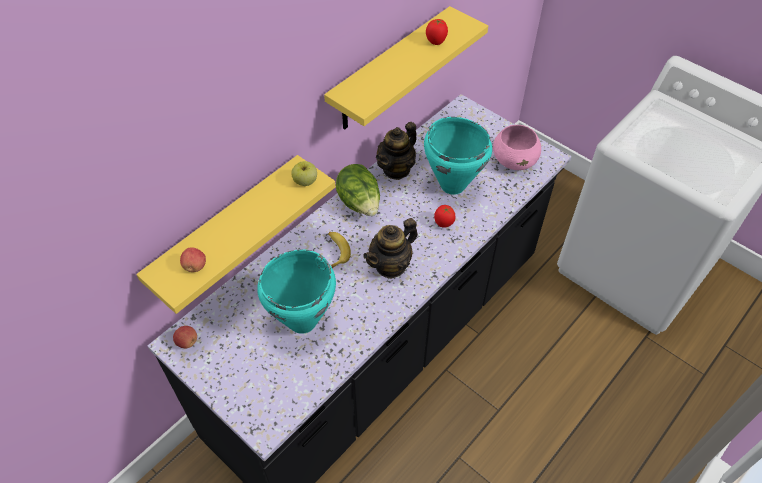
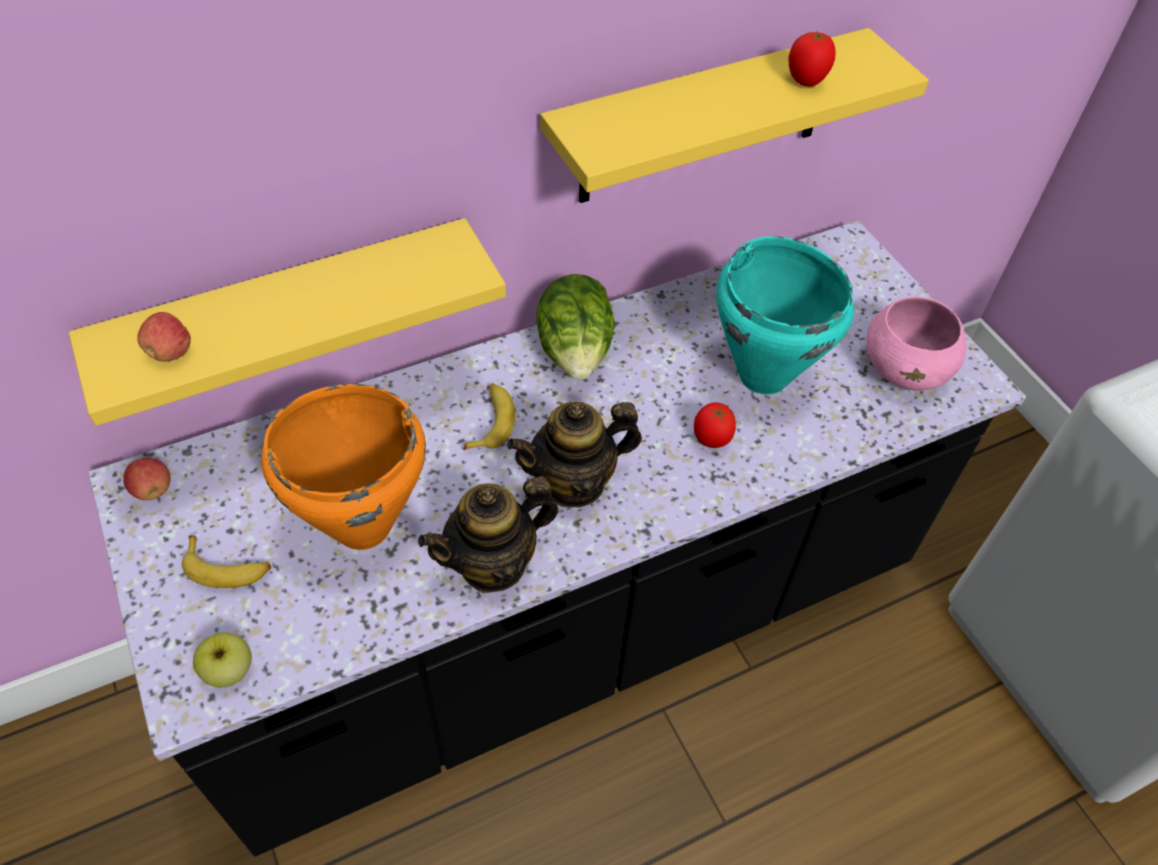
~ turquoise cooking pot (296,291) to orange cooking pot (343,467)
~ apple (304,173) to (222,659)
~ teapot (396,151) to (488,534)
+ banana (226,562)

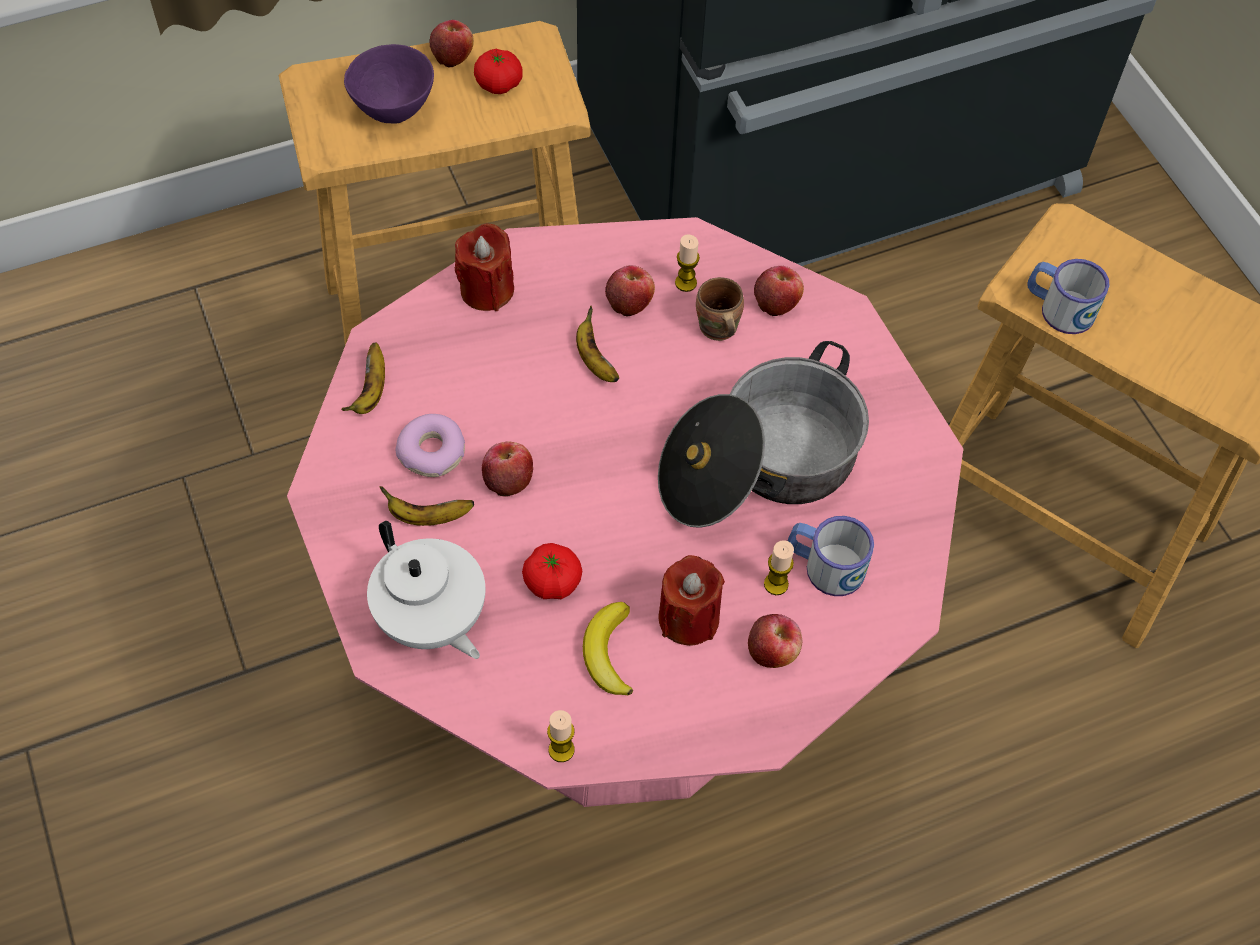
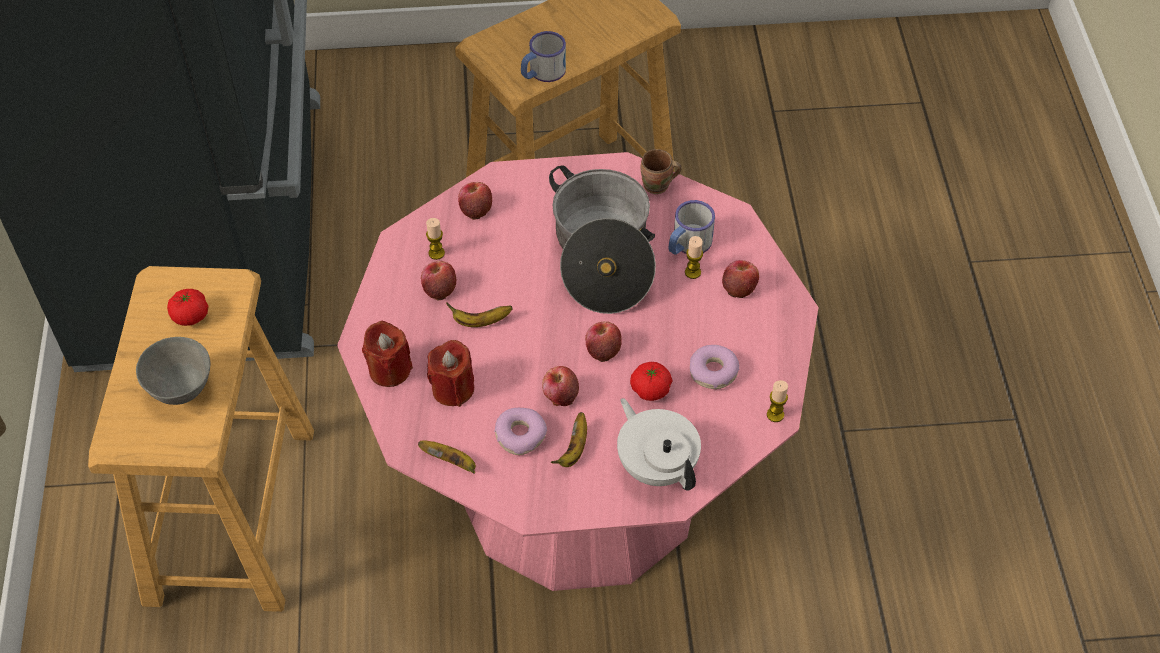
~ purple bowl (389,83) to grey bowl (173,371)
~ white teapot (426,590) = (659,444) 105 degrees counterclockwise
~ apple (451,43) to (603,341)
~ banana (608,649) to donut (714,367)
~ red candle (691,600) to (450,373)
~ brown mug (720,309) to (660,171)

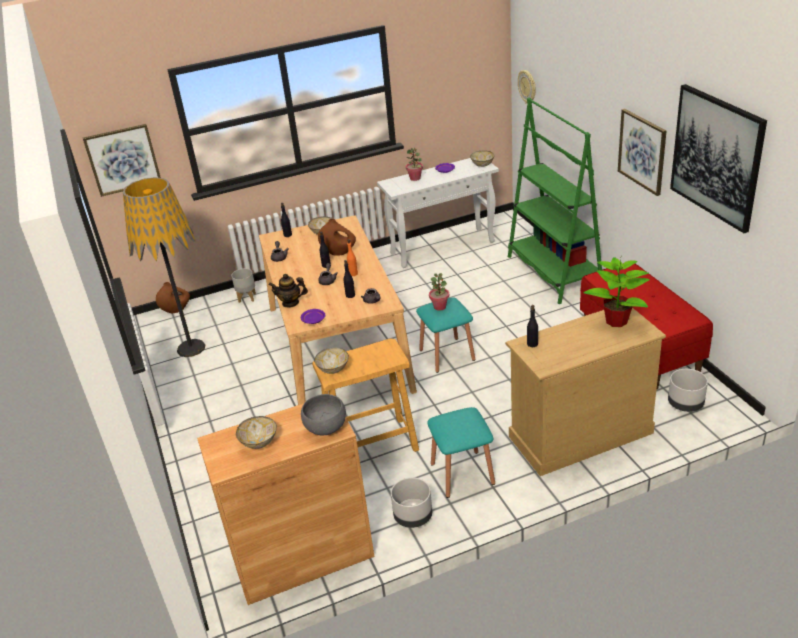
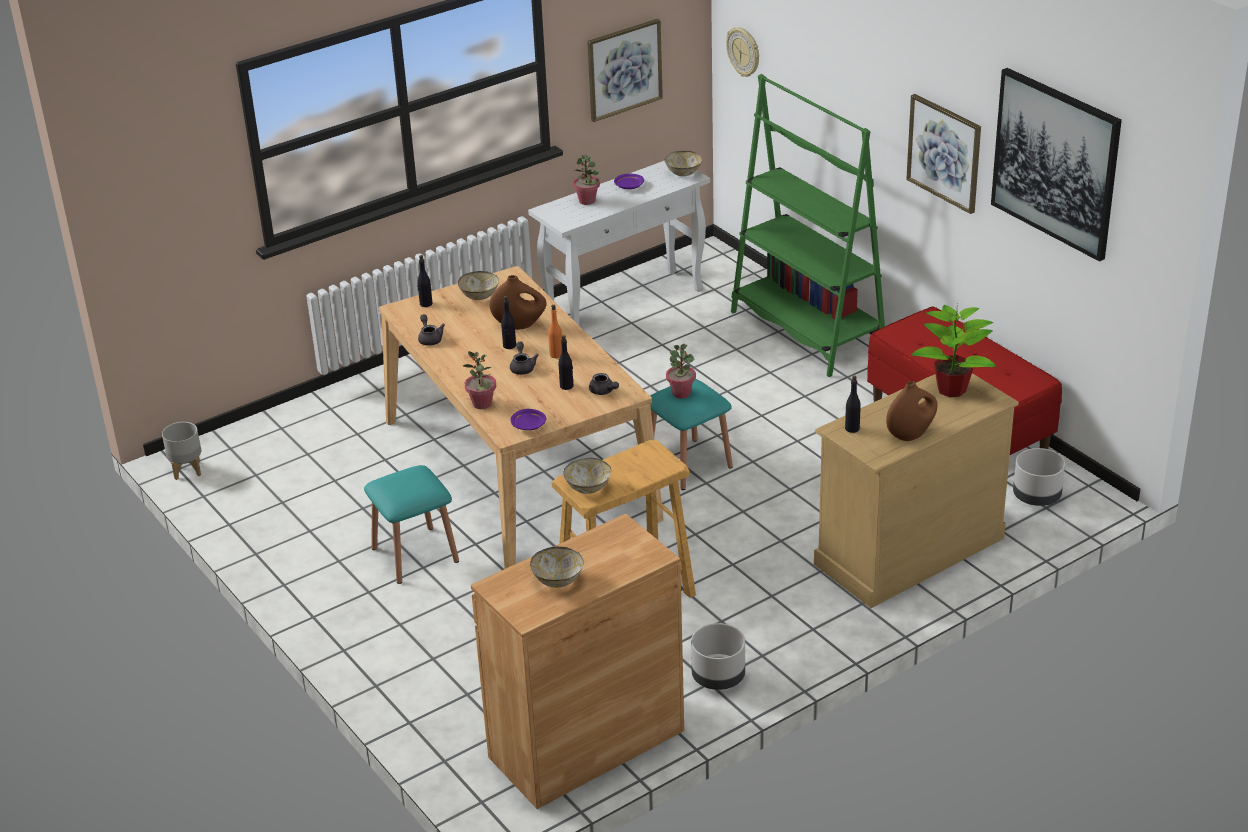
~ picture (122,160) to (625,70)
- floor lamp (164,267)
~ brown vase (173,297) to (912,411)
~ grey planter (243,285) to (181,451)
~ teapot (288,291) to potted plant (479,380)
- grey bowl (323,414)
~ turquoise stool (461,452) to (411,524)

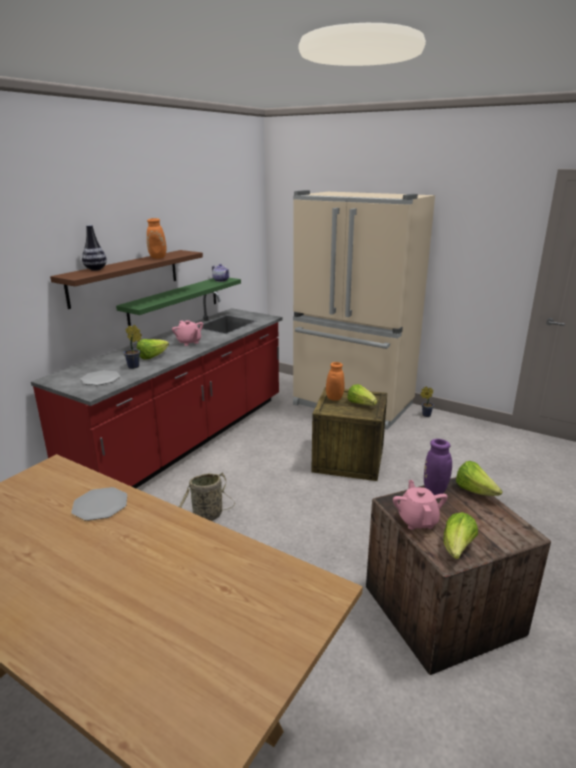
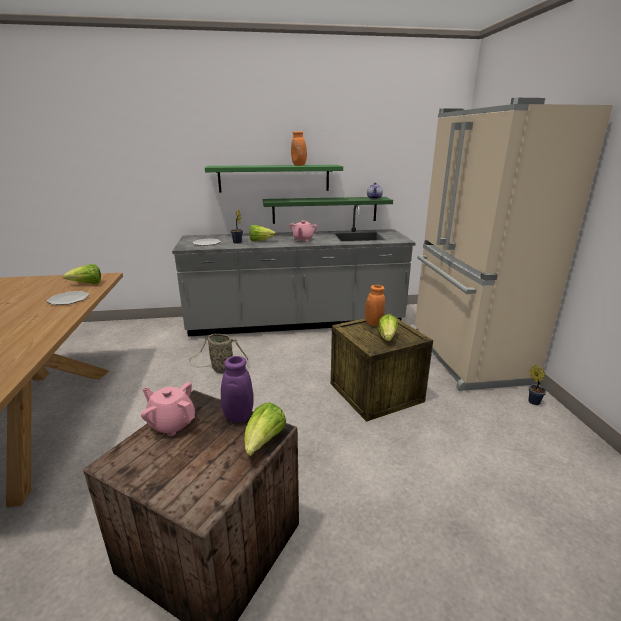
~ red counter (156,389) to grey counter (294,271)
~ brown shelf (126,279) to green shelf (274,179)
- vase (94,248)
~ pink teapot (420,505) = (168,409) 105 degrees counterclockwise
~ lettuce (460,535) to (82,274)

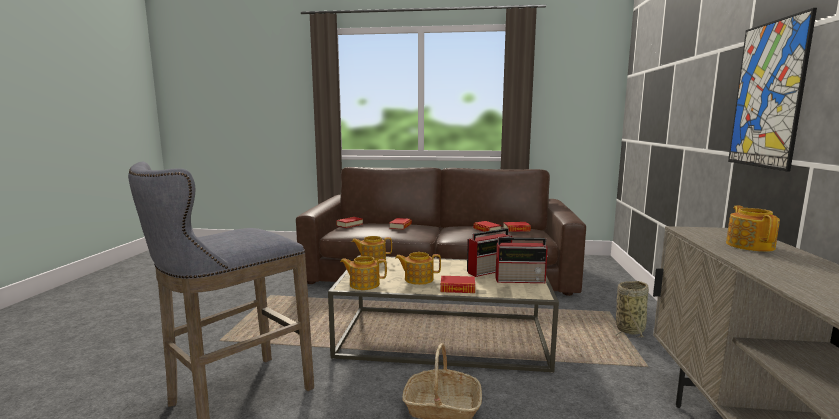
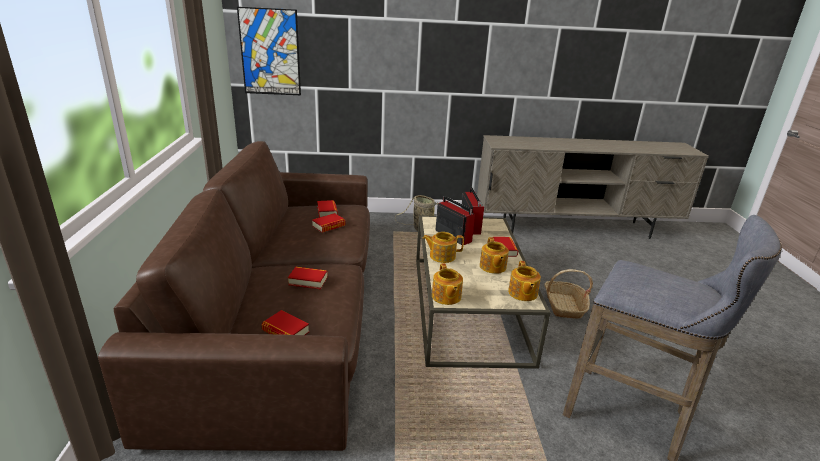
~ teapot (753,229) to (443,247)
~ picture (772,89) to (269,51)

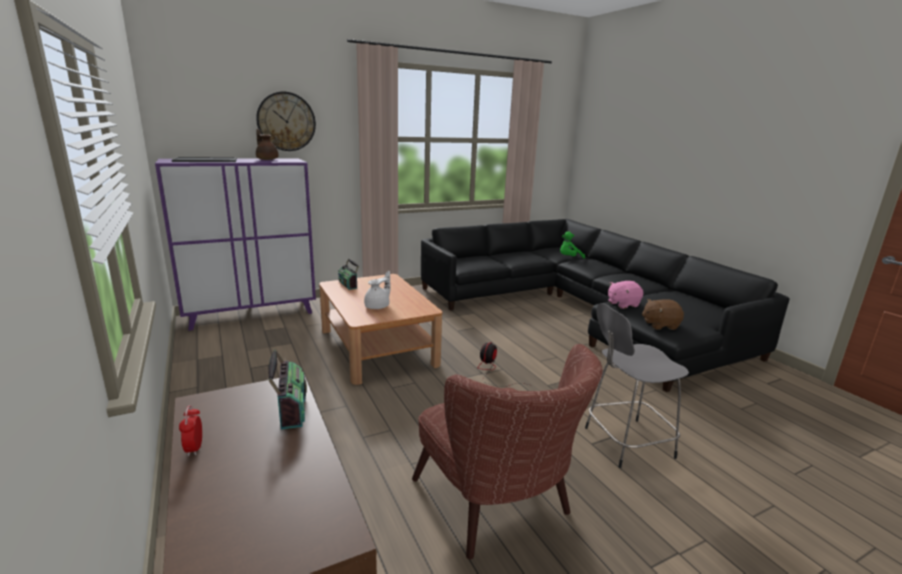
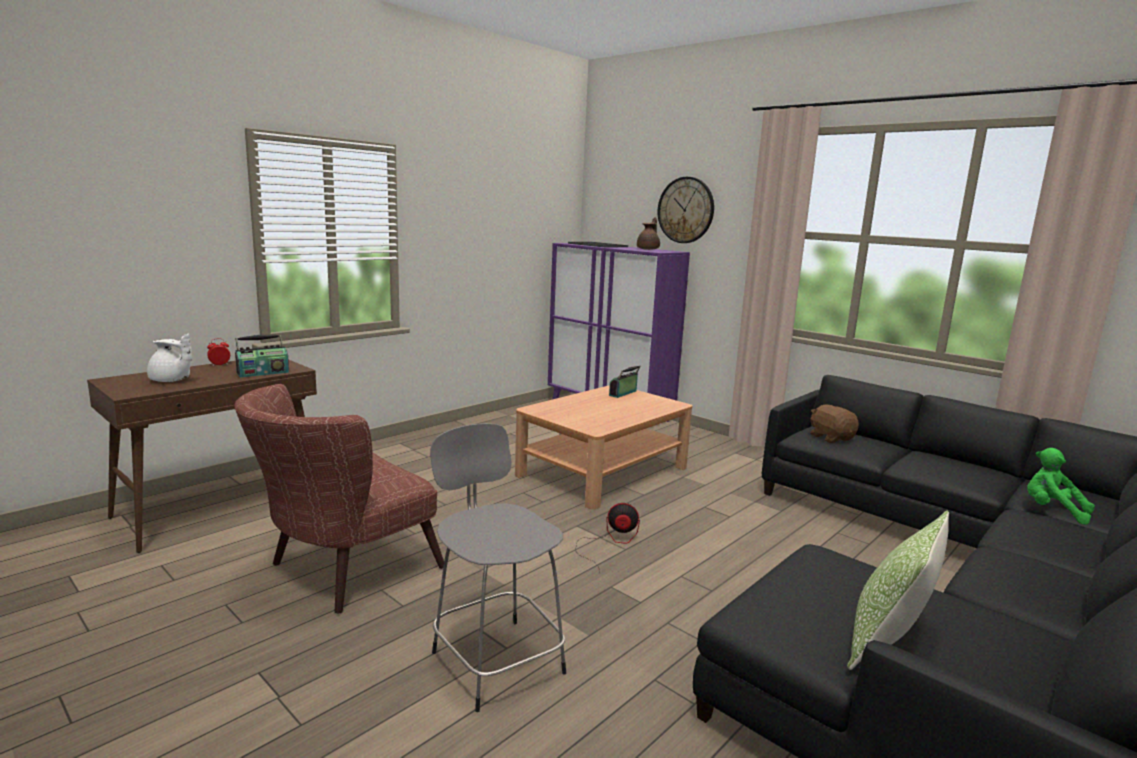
~ white teapot (377,290) to (169,358)
- pink plush toy (625,295)
~ brown plush toy (663,314) to (834,423)
+ pillow (898,590)

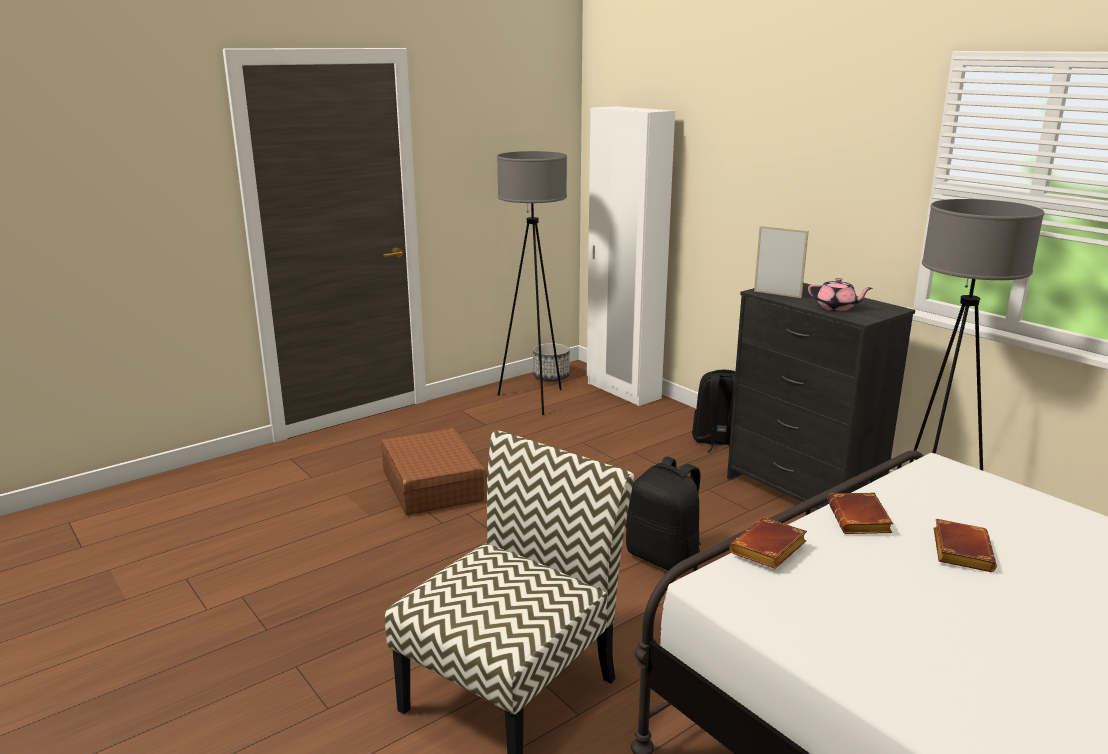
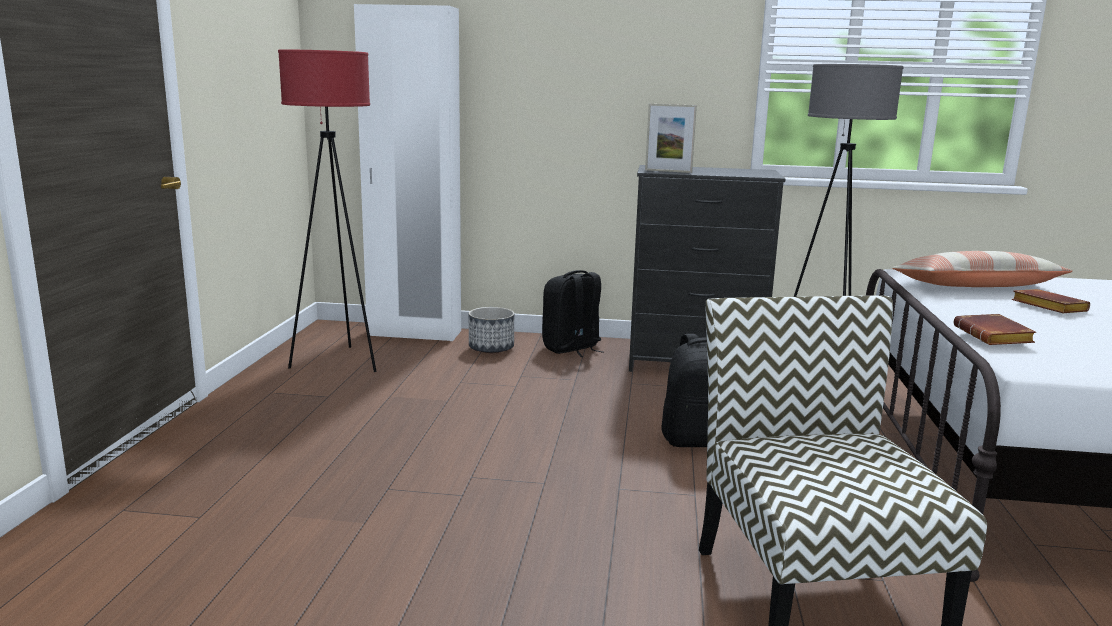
- brown suitcase (433,471)
~ grey floor lamp (532,283) to red floor lamp (327,210)
~ planter (551,362) to (491,330)
~ picture frame (781,262) = (671,138) 150 degrees counterclockwise
- pink teapot (840,294)
- brown book (860,513)
+ pillow (982,269)

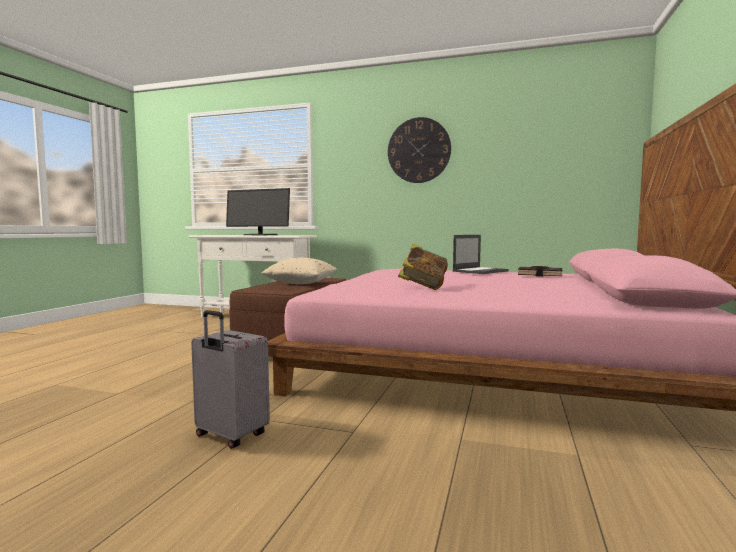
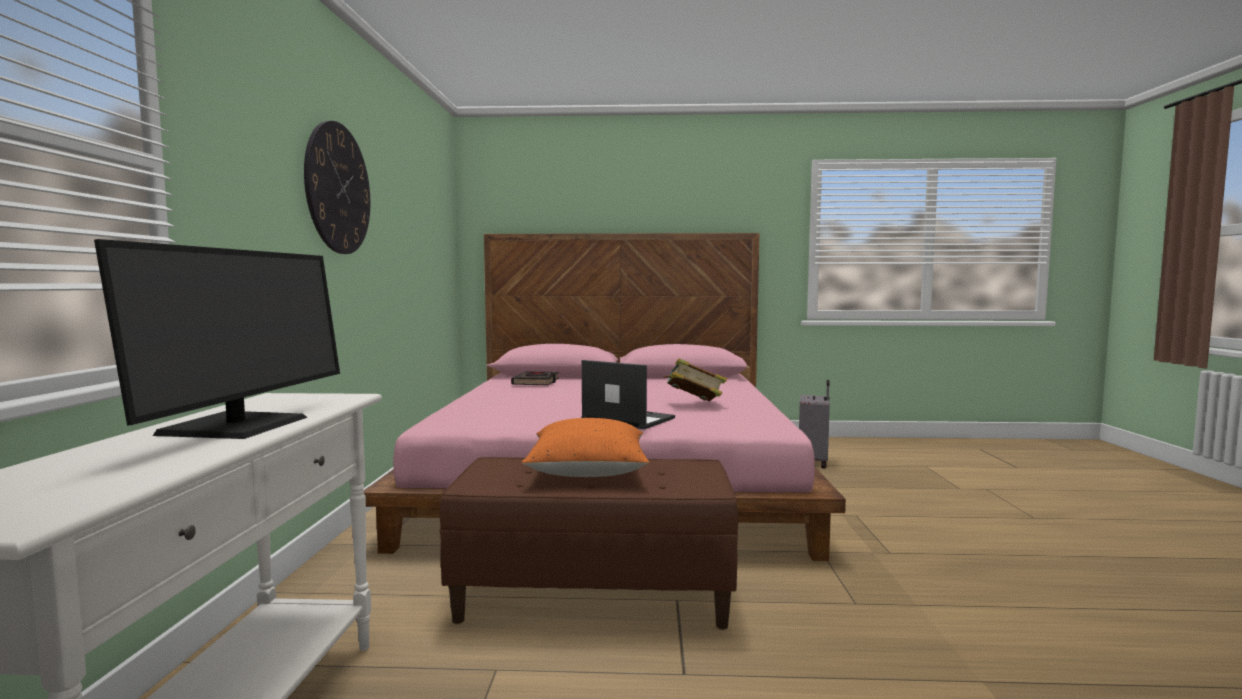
~ grey suitcase (230,379) to (814,424)
~ beige pillow (299,271) to orange pillow (585,447)
~ laptop (481,254) to (628,394)

